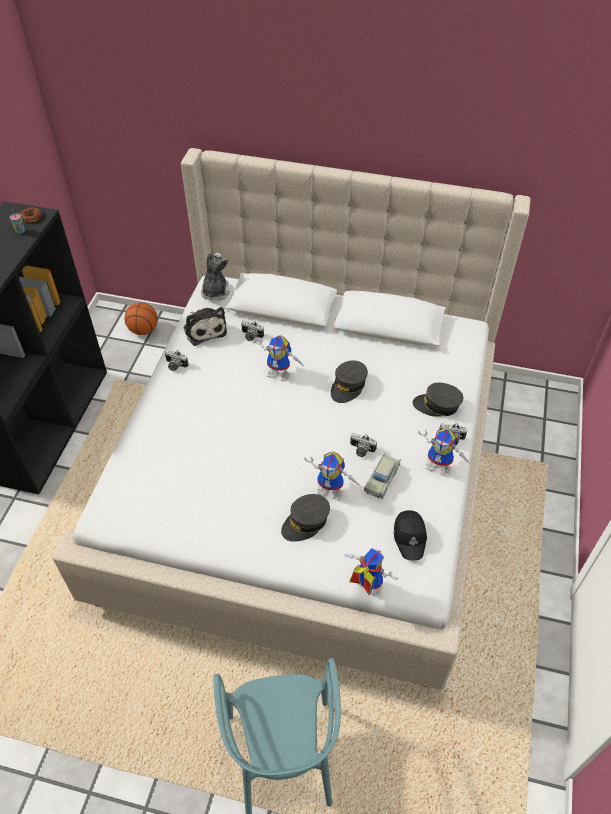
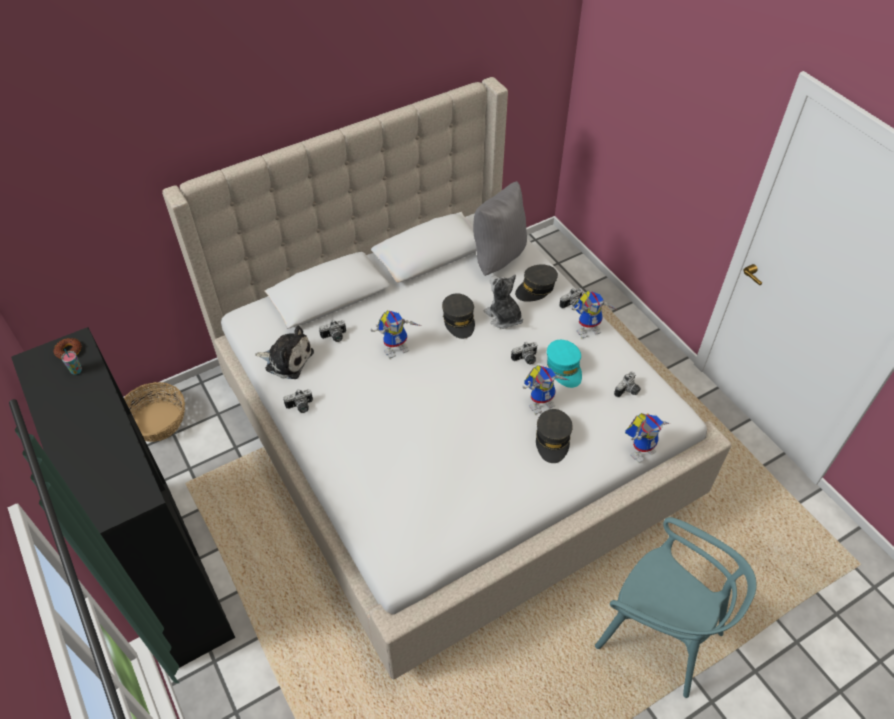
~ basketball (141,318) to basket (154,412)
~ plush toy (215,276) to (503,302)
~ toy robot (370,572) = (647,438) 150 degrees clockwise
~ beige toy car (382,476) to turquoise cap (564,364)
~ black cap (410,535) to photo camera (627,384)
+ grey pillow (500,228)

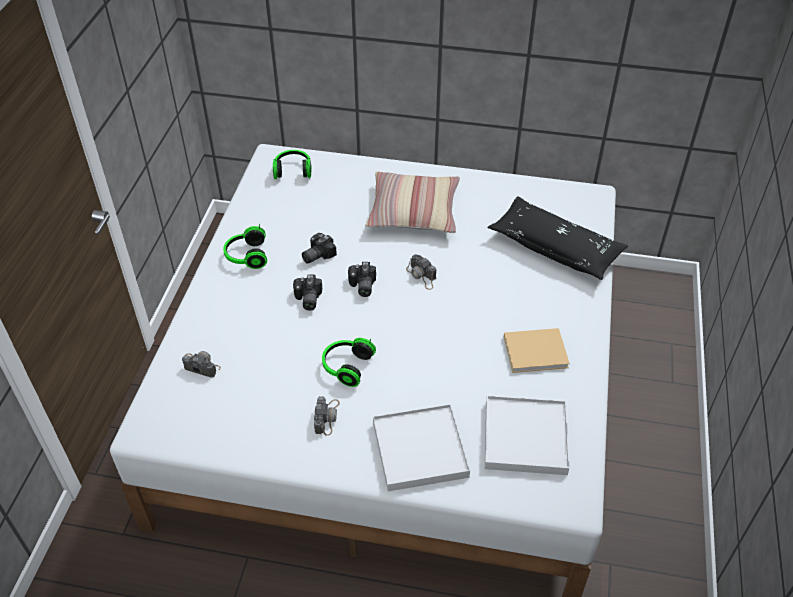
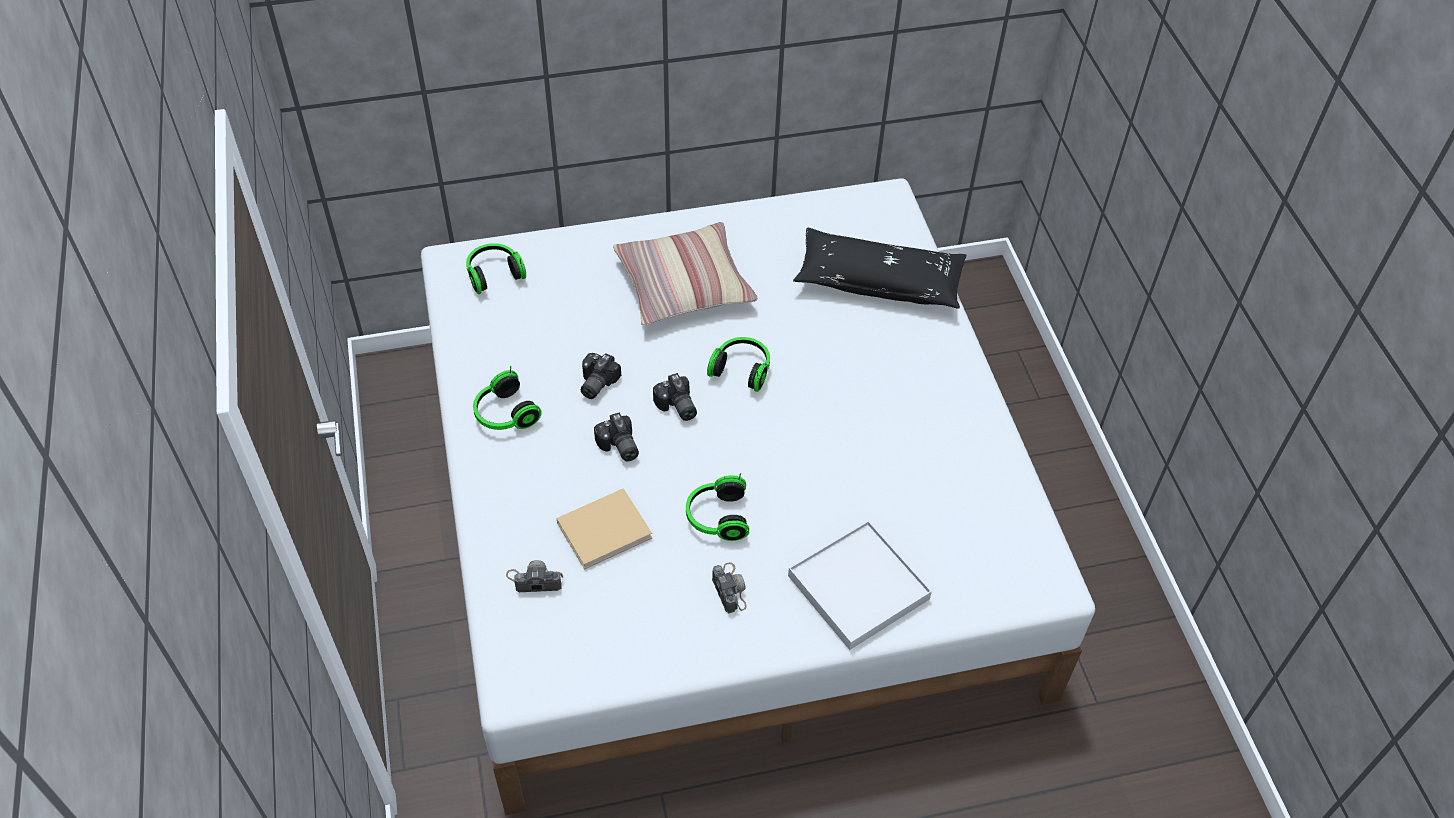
~ photo camera (421,272) to headphones (738,364)
- white tray (527,435)
~ beige book (537,350) to (604,529)

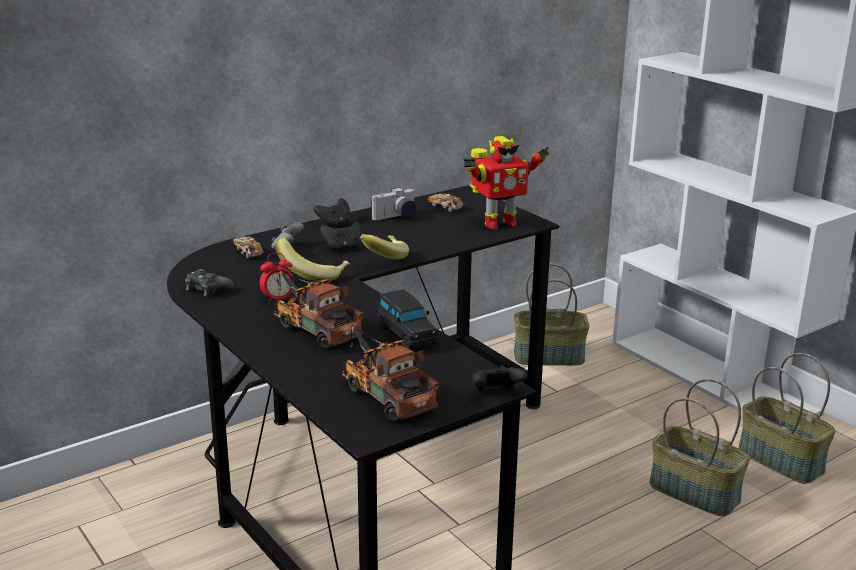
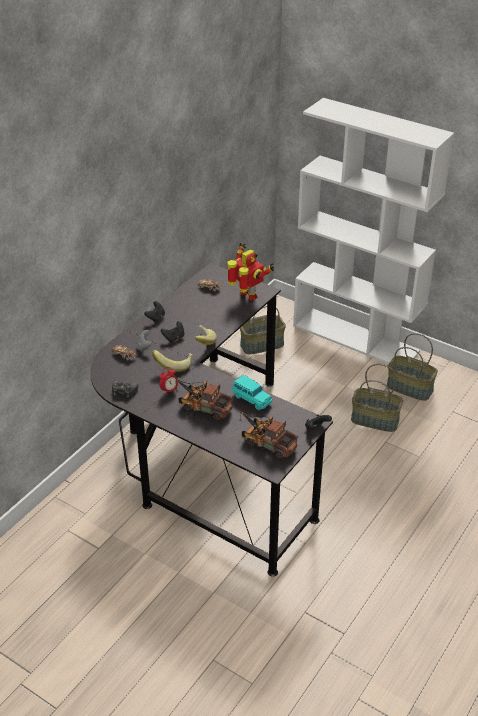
- photo camera (394,203)
~ black toy car (408,319) to turquoise toy car (252,392)
~ toy robot (506,183) = (250,271) 90 degrees counterclockwise

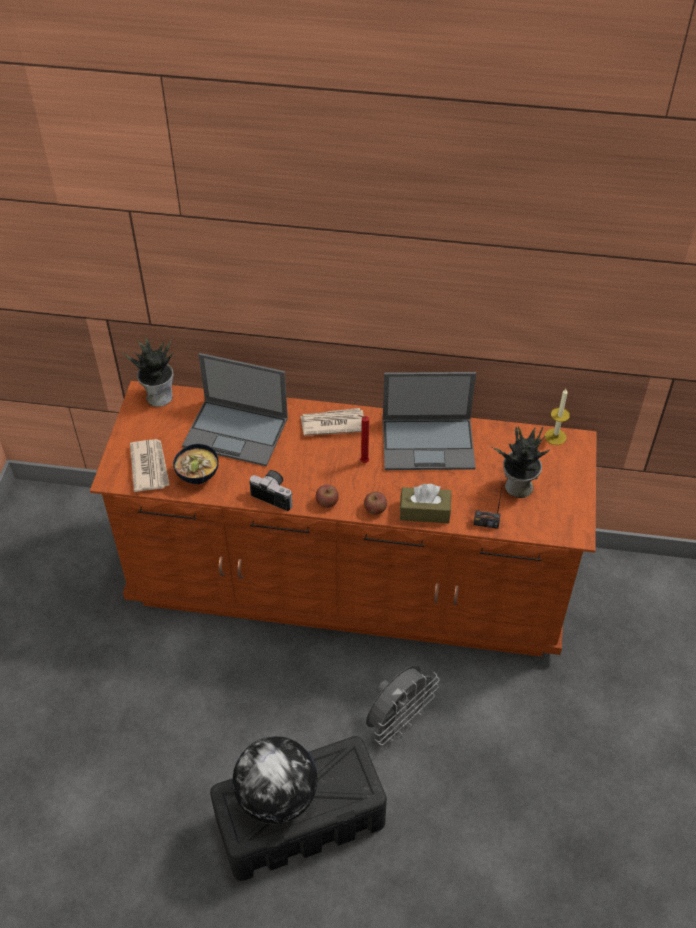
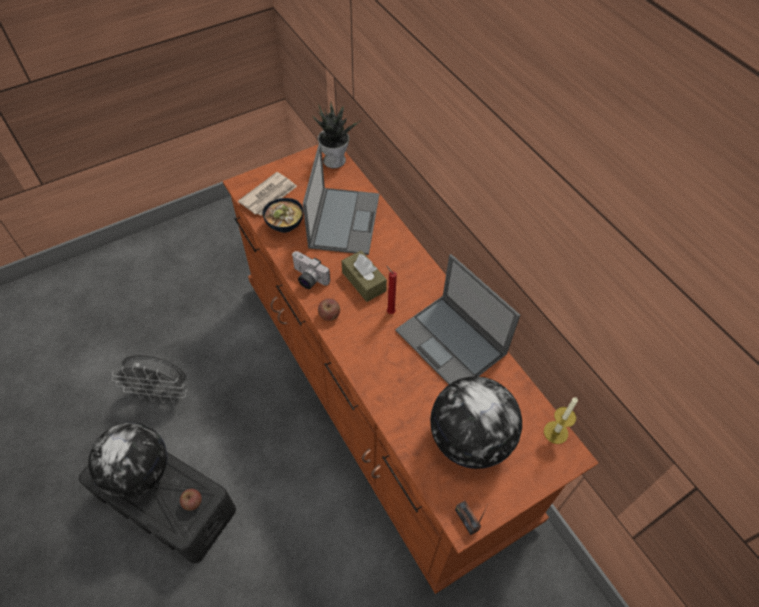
~ laptop (235,409) = (341,199) 150 degrees counterclockwise
~ photo camera (271,490) = (311,270) 135 degrees clockwise
- newspaper (332,422)
~ apple (375,503) to (191,500)
~ grey fan (403,705) to (149,379)
~ brown tissue box (425,503) to (364,276)
~ radio (488,506) to (471,518)
~ potted plant (521,462) to globe (476,422)

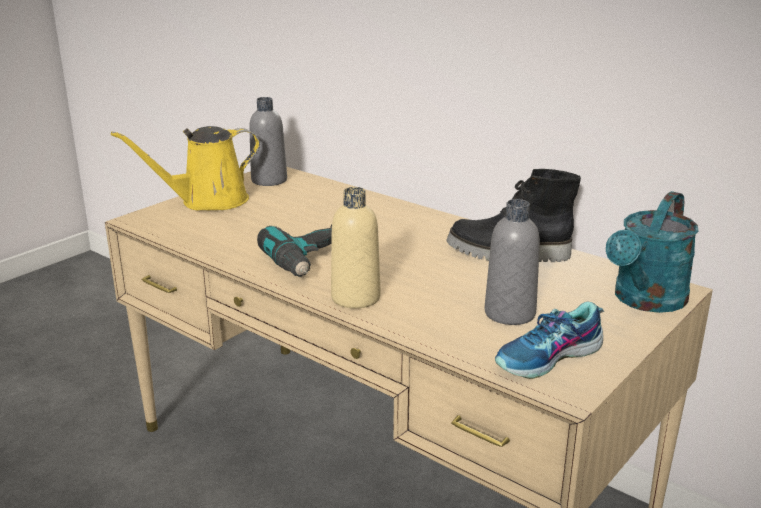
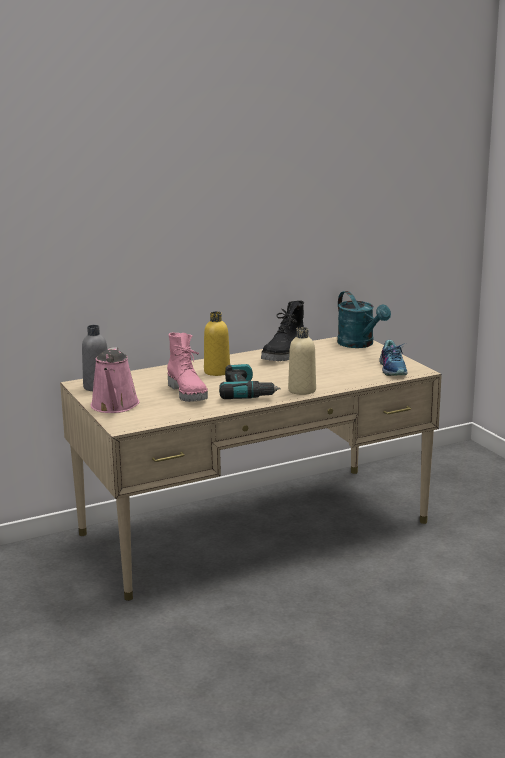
~ yellow watering can (185,168) to pink watering can (115,380)
- grey bottle (512,262)
+ pink boot (187,367)
+ yellow bottle (217,344)

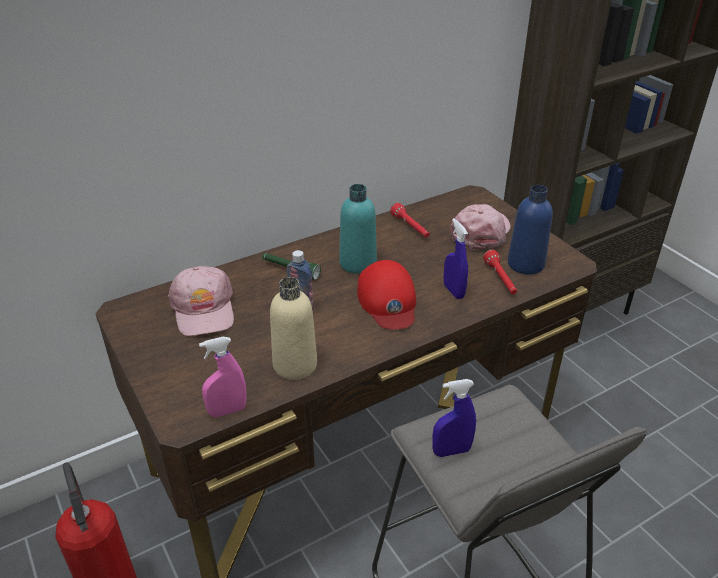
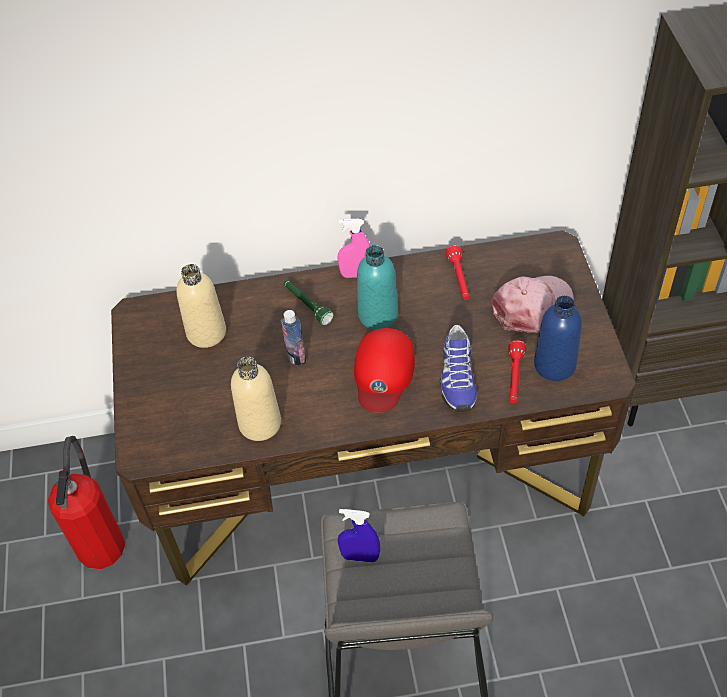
~ pink cap (201,301) to beige bottle (201,306)
~ pink spray bottle (223,377) to (354,248)
~ blue spray bottle (456,258) to shoe (458,368)

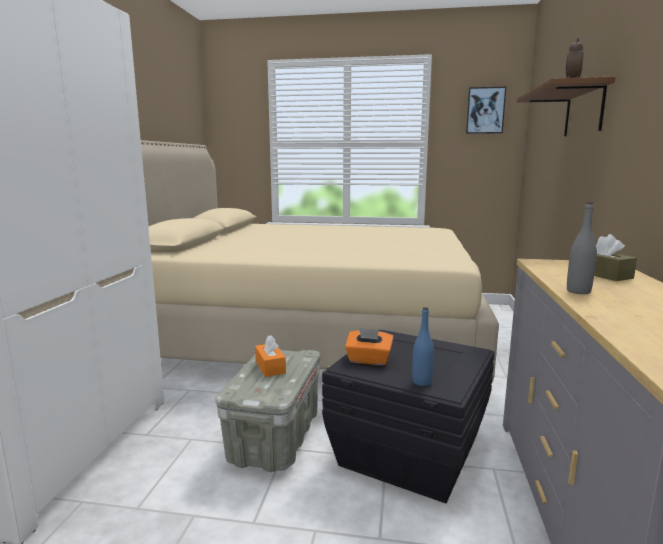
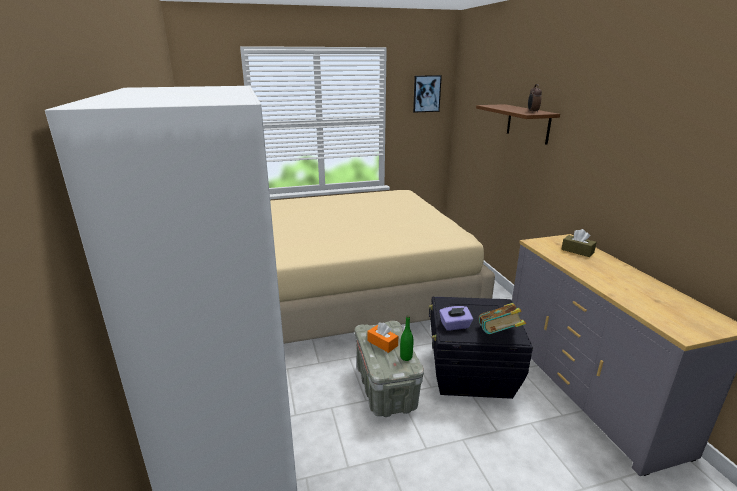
~ orange tissue box (369,346) to purple tissue box (456,318)
~ blue bottle (423,346) to book (502,318)
- grey bottle (582,248)
+ green bottle (406,338)

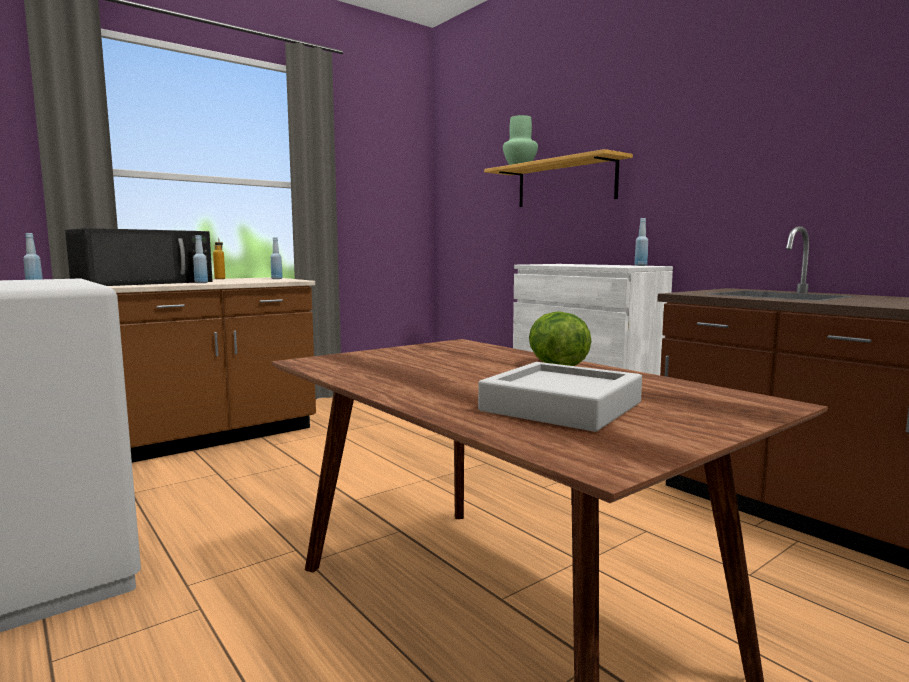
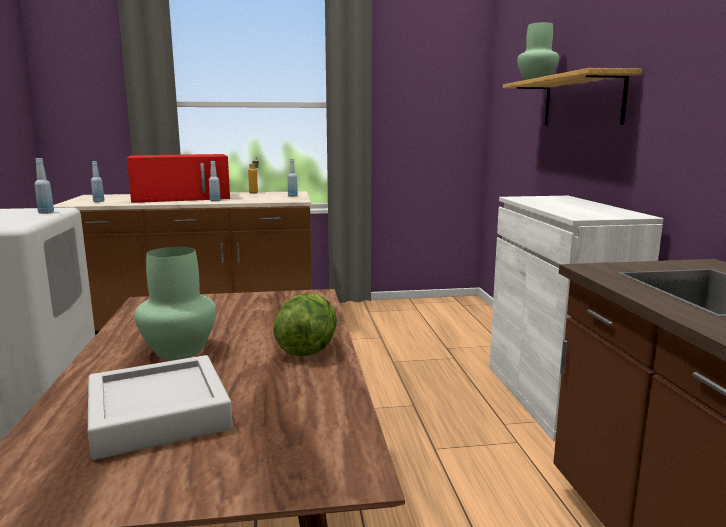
~ black microwave (139,257) to red microwave (178,178)
~ blue bottle (641,242) to (44,186)
+ green vase (175,303)

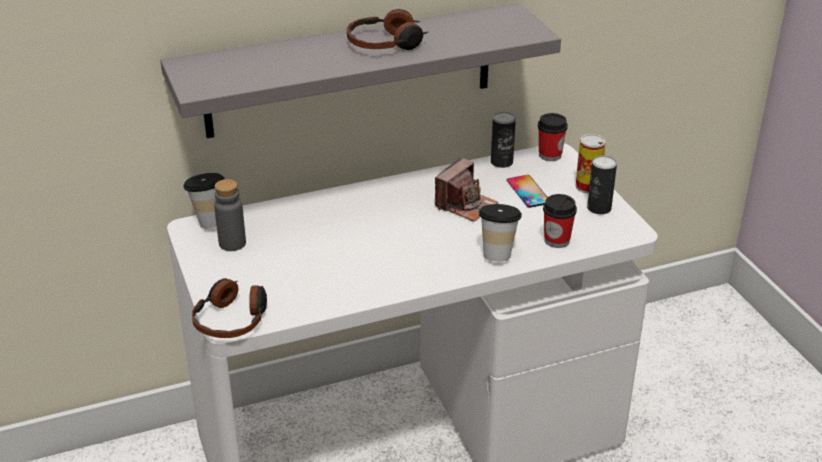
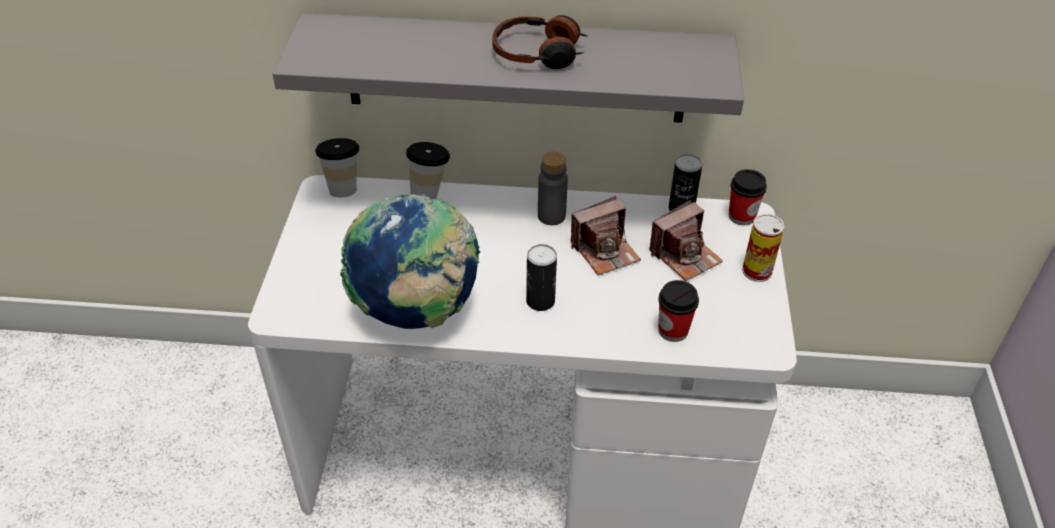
- headphones (229,308)
~ grey bottle (230,215) to (553,188)
~ cup (500,233) to (428,170)
~ phone (527,191) to photo camera (686,240)
~ can (602,184) to (541,277)
+ globe (410,261)

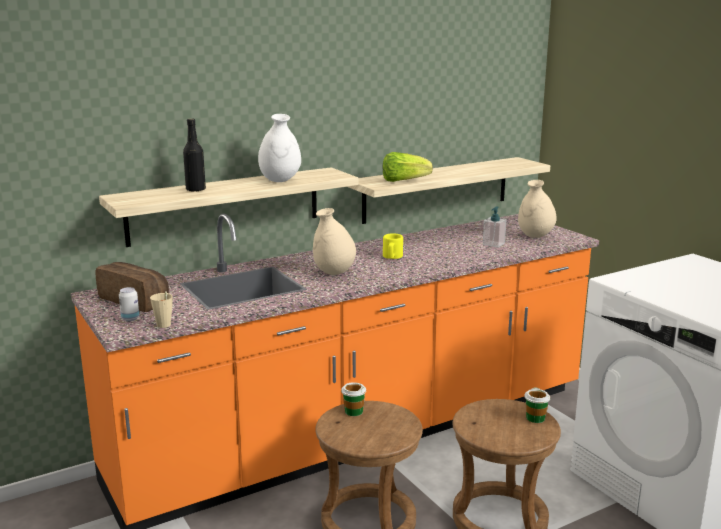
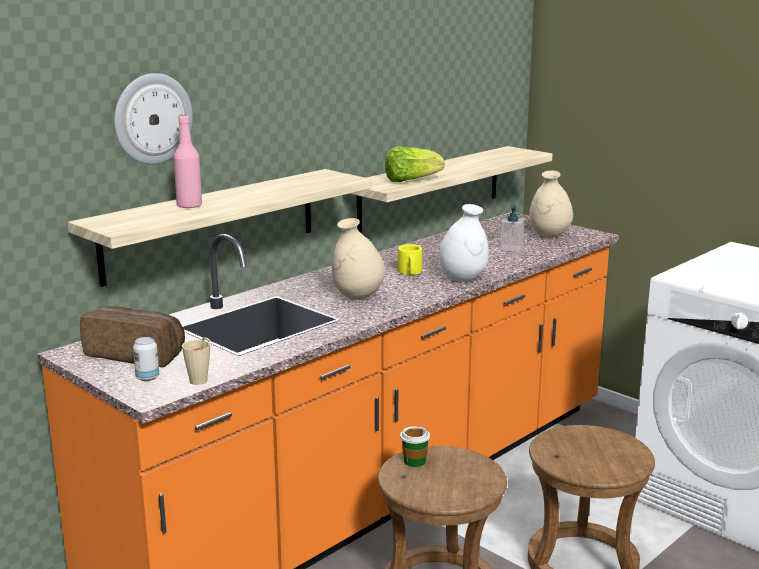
~ black bottle (194,155) to pink bottle (187,162)
~ white vase (279,148) to (464,243)
- cup (537,405)
+ wall clock (153,119)

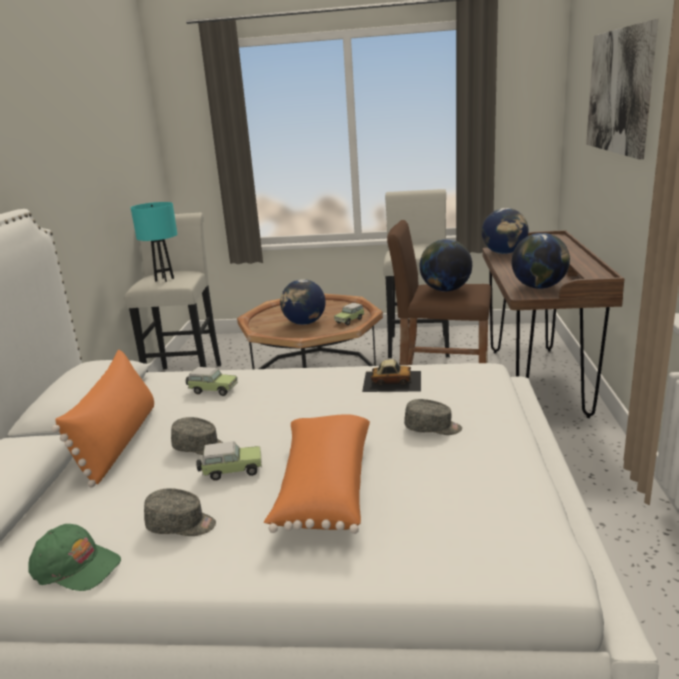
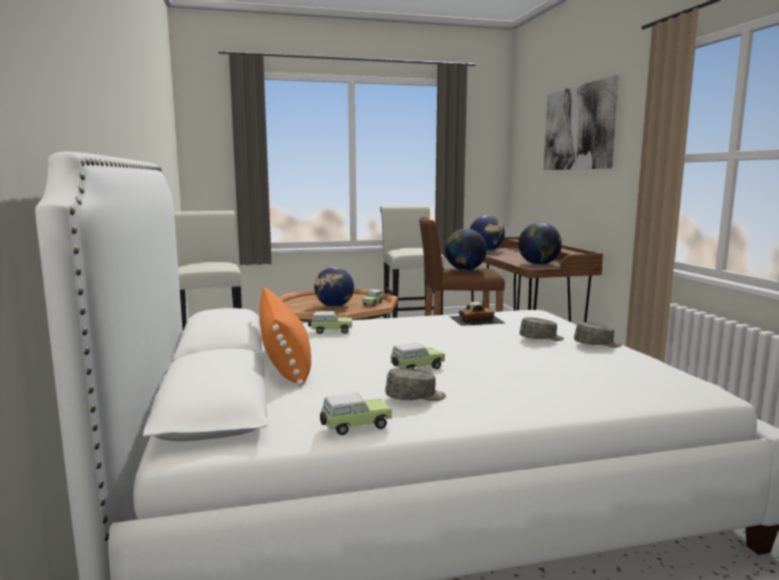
~ green cap (74,557) to toy car (356,414)
- turquoise table lamp (154,242)
~ grey cap (197,436) to (598,335)
- orange pillow (317,474)

